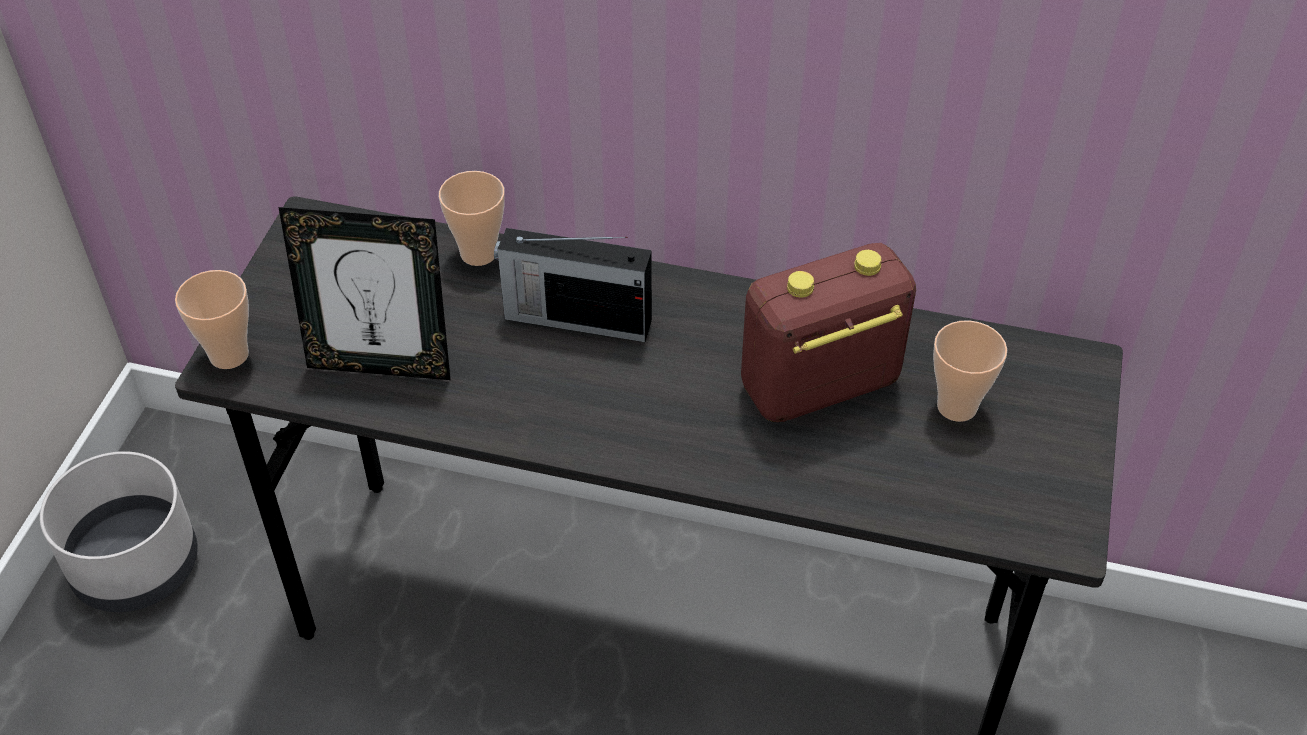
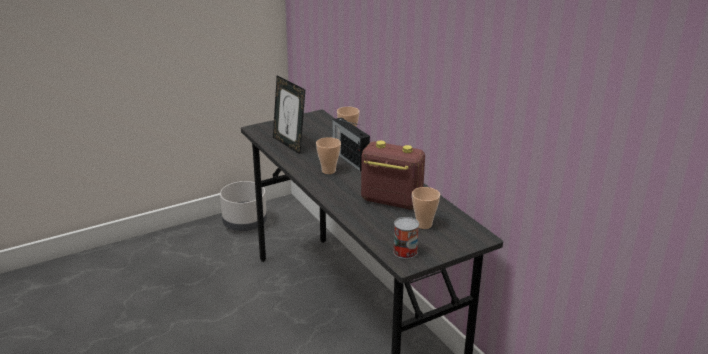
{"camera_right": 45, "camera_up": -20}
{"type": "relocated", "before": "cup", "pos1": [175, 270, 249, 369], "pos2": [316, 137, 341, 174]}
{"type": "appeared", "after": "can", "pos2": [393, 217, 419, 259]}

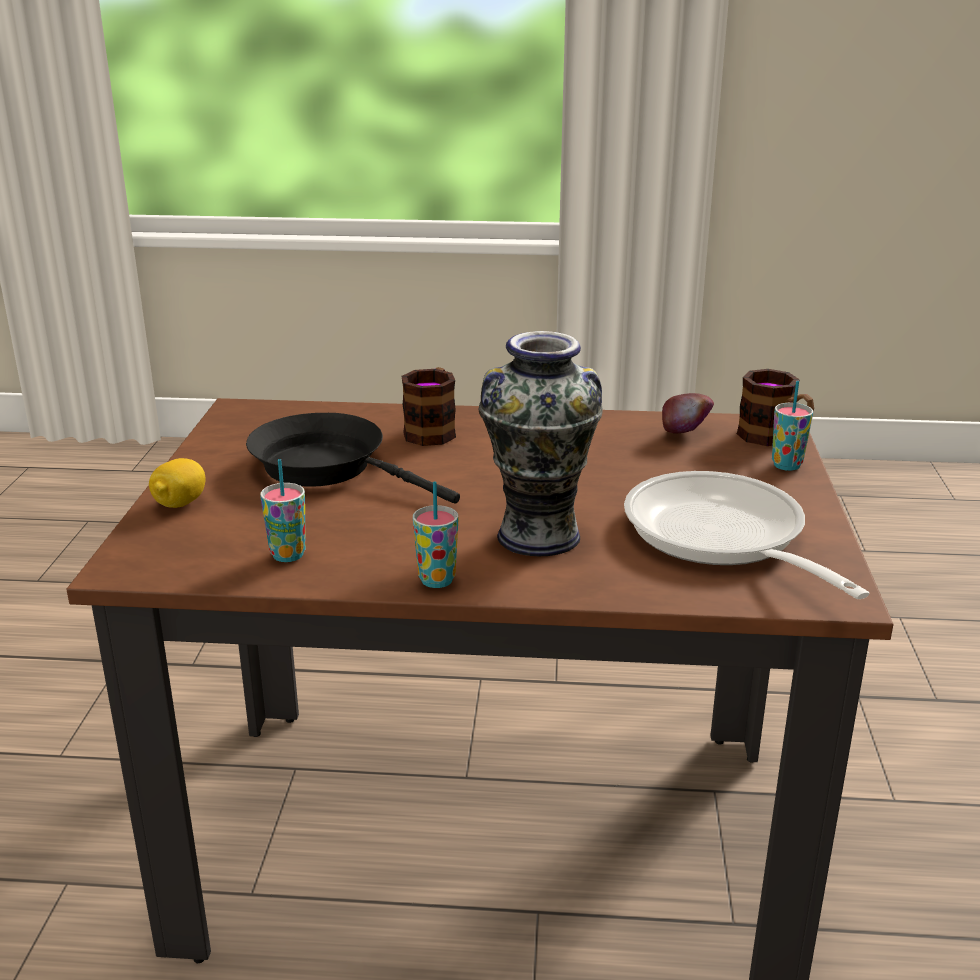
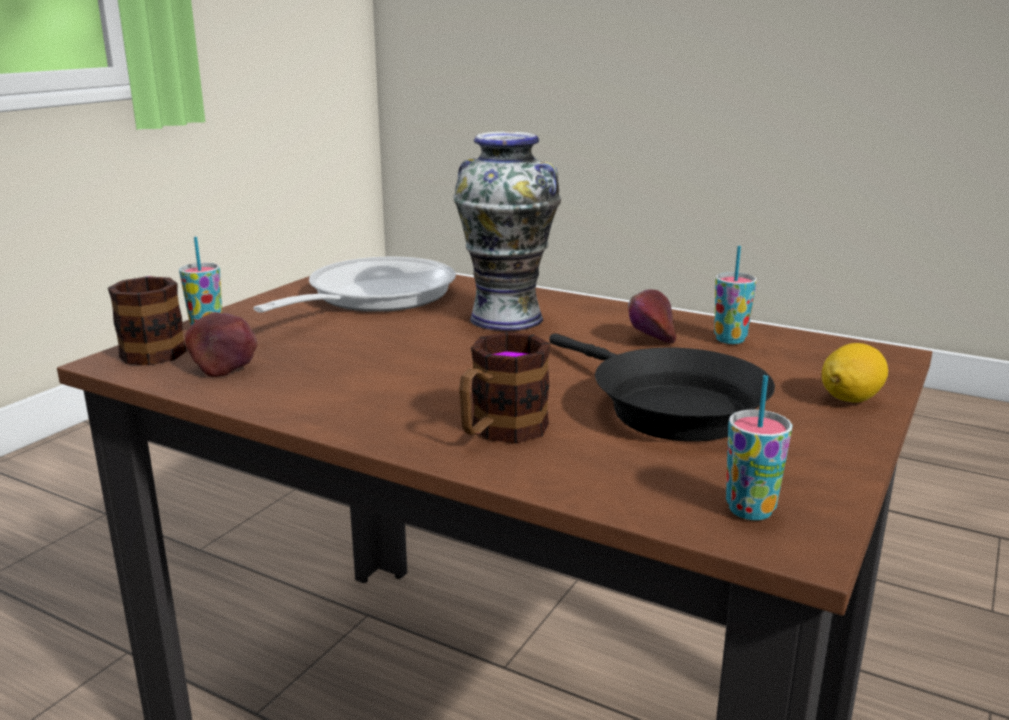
{"camera_right": -155, "camera_up": -5}
{"type": "spun", "before": "frying pan", "pos1": [624, 471, 869, 599], "pos2": [254, 257, 456, 313], "turn": -150}
{"type": "appeared", "after": "apple", "pos2": [628, 290, 676, 343]}
{"type": "relocated", "before": "cup", "pos1": [413, 481, 458, 588], "pos2": [726, 375, 793, 520]}

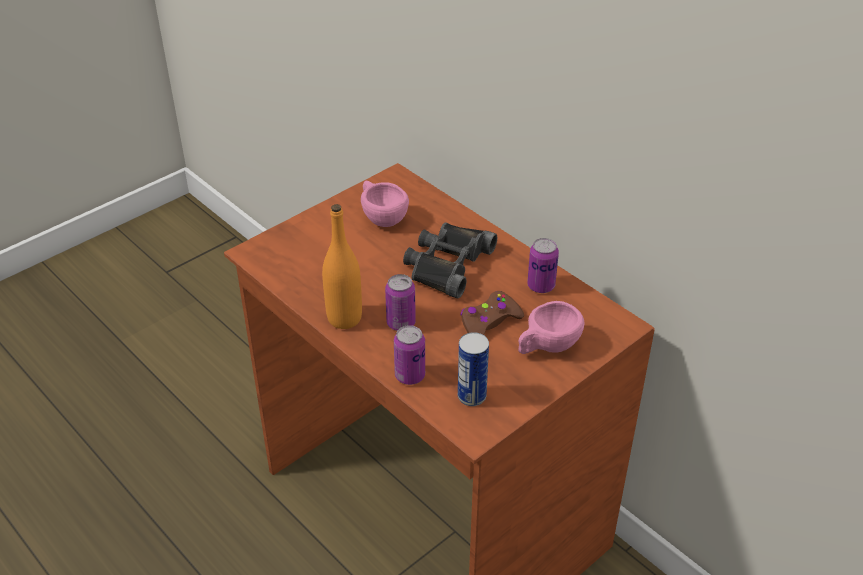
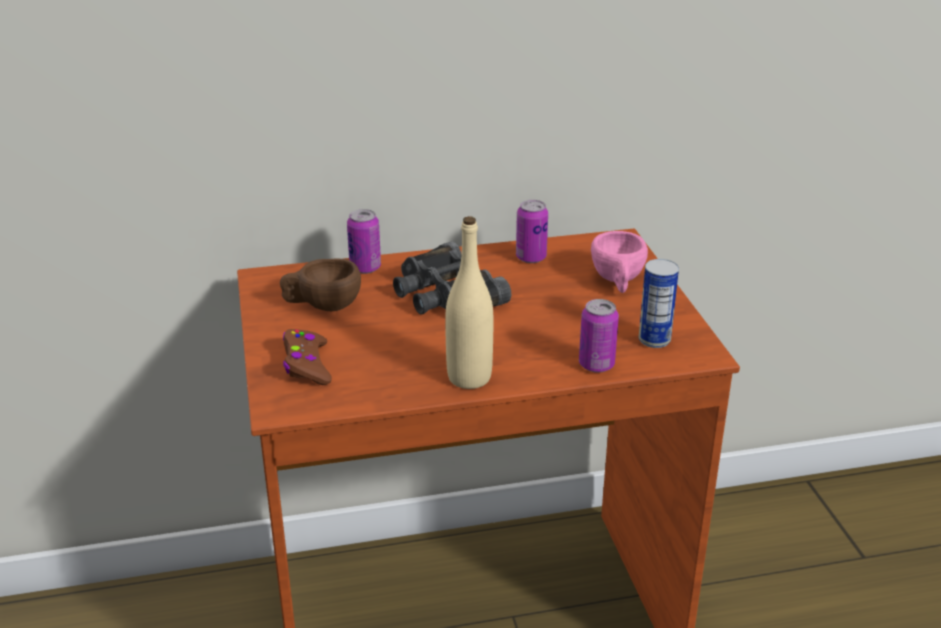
{"camera_right": -60, "camera_up": -10}
{"type": "colour", "before": "pink cup", "after": "brown cup", "pos1": [361, 181, 409, 227], "pos2": [280, 258, 361, 311]}
{"type": "relocated", "before": "brown game controller", "pos1": [460, 291, 524, 335], "pos2": [283, 329, 332, 385]}
{"type": "relocated", "before": "can", "pos1": [385, 274, 416, 331], "pos2": [347, 209, 381, 274]}
{"type": "colour", "before": "orange bottle", "after": "beige bottle", "pos1": [322, 204, 362, 329], "pos2": [445, 216, 494, 389]}

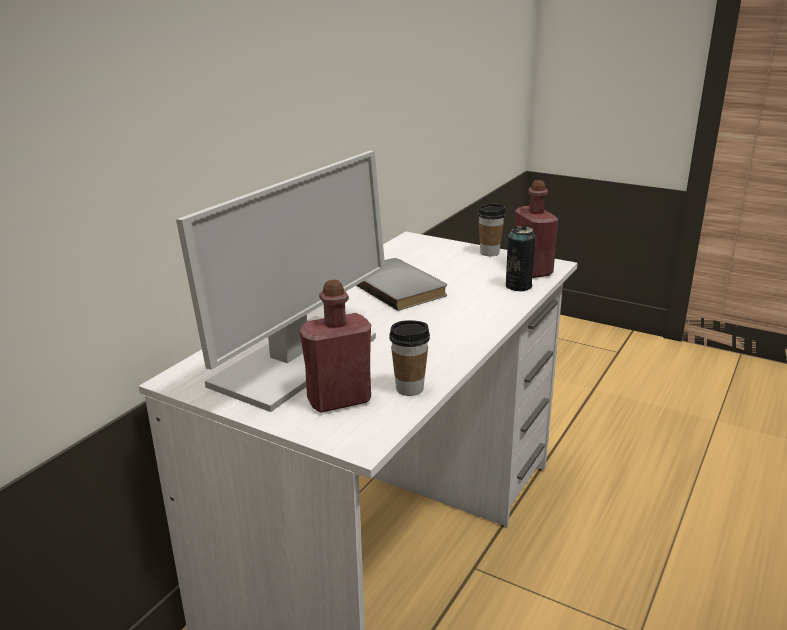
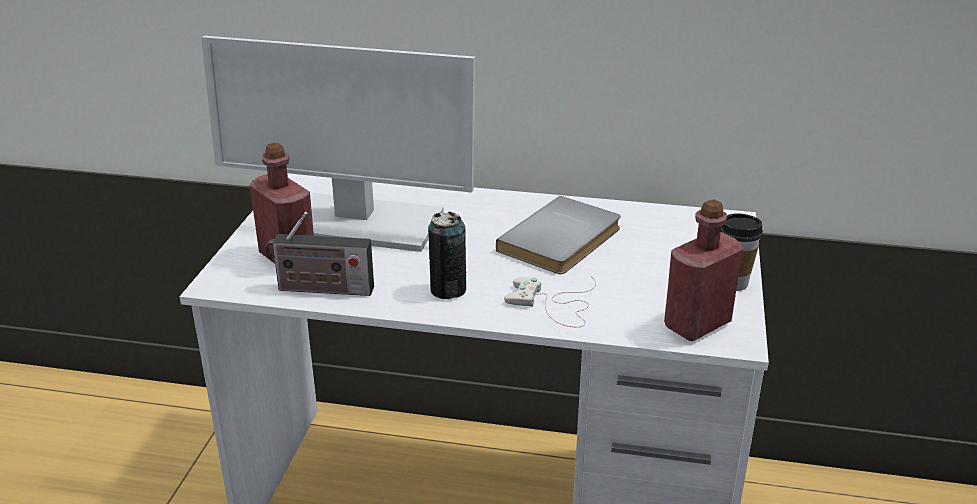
{"camera_right": 70, "camera_up": 5}
{"type": "exchanged", "before": "cup", "after": "radio", "pos1": [389, 320, 430, 396], "pos2": [265, 212, 374, 296]}
{"type": "relocated", "before": "can", "pos1": [506, 226, 536, 291], "pos2": [428, 212, 466, 299]}
{"type": "appeared", "after": "white game controller", "pos2": [504, 276, 596, 327]}

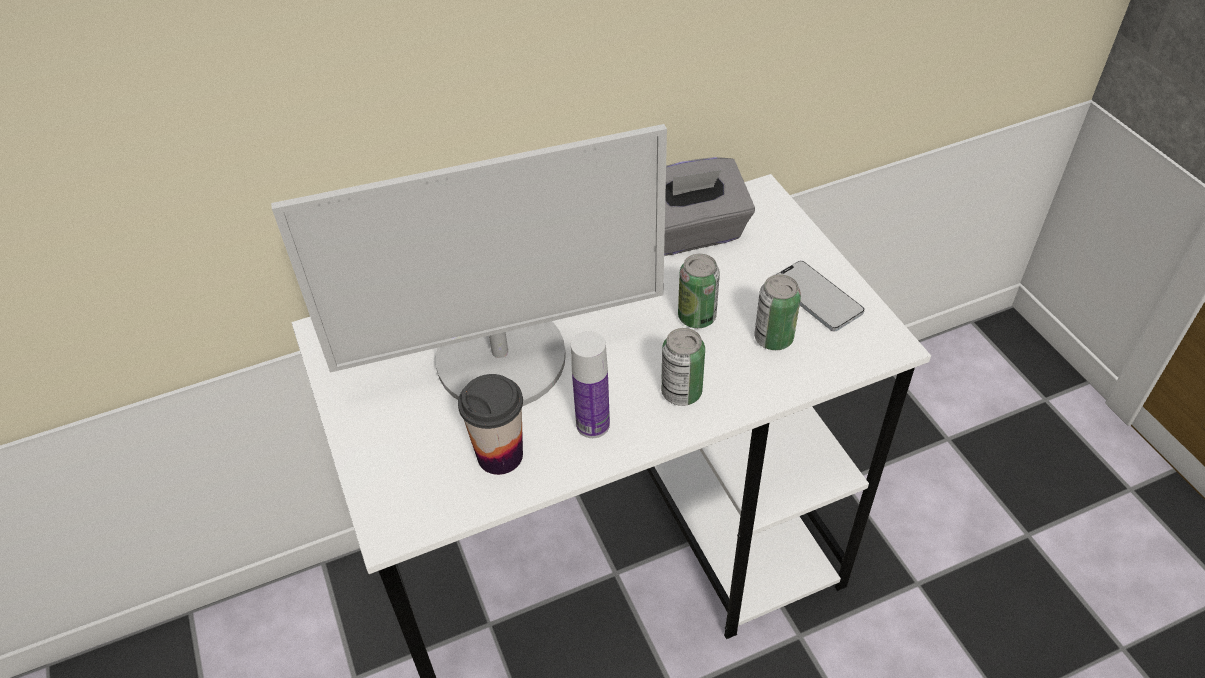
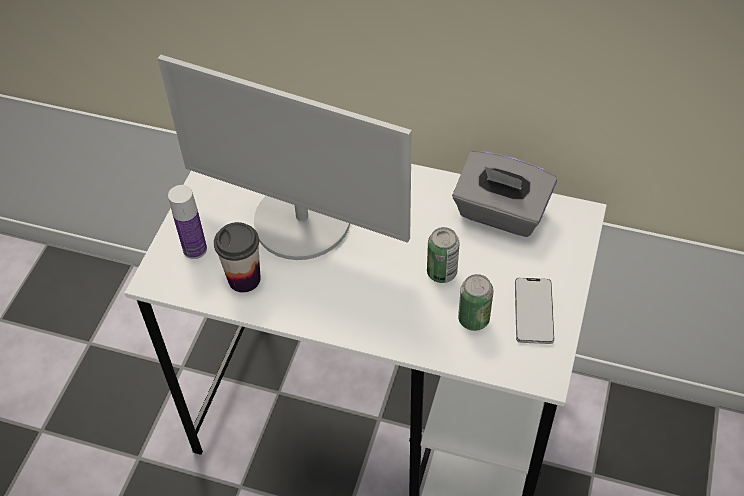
{"camera_right": 40, "camera_up": 5}
{"type": "relocated", "before": "bottle", "pos1": [571, 331, 610, 438], "pos2": [168, 185, 207, 259]}
{"type": "missing", "before": "can", "pos1": [661, 328, 705, 406]}

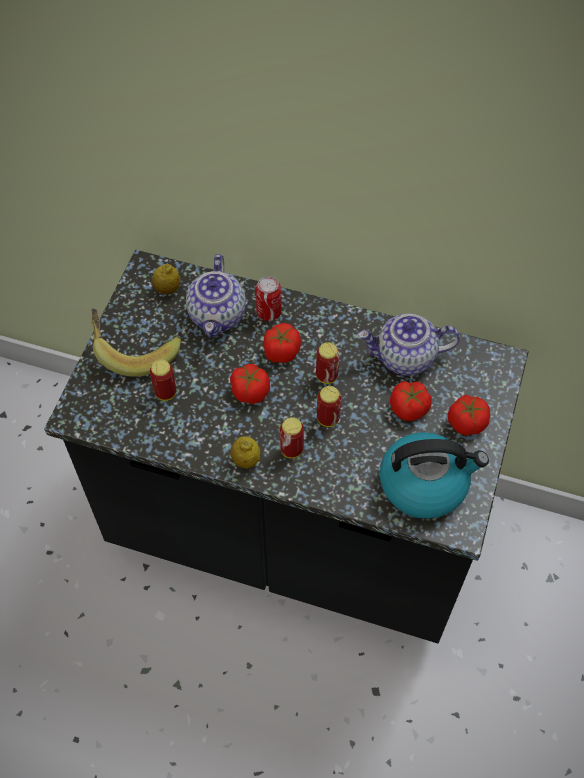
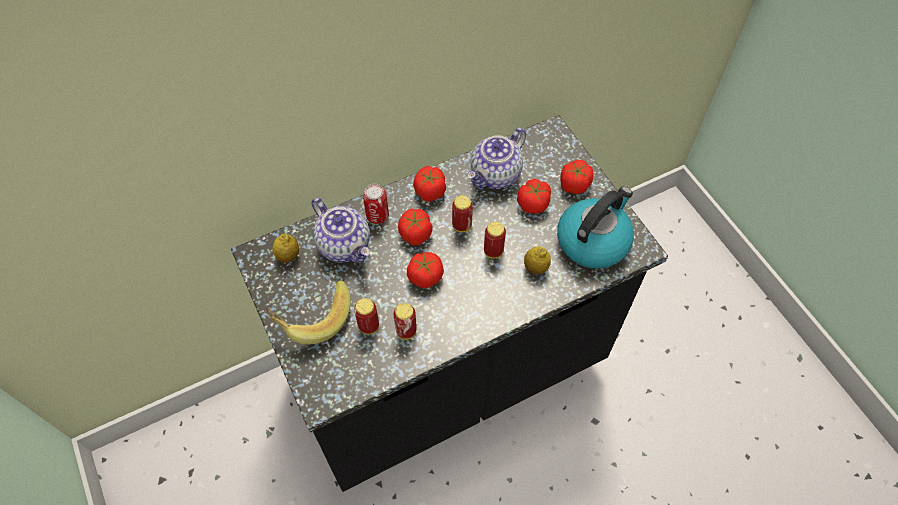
{"camera_right": -45, "camera_up": 0}
{"type": "relocated", "before": "can", "pos1": [280, 417, 304, 459], "pos2": [394, 303, 417, 340]}
{"type": "appeared", "after": "tomato", "pos2": [413, 166, 446, 202]}
{"type": "relocated", "before": "lemon", "pos1": [230, 436, 260, 468], "pos2": [524, 247, 551, 274]}

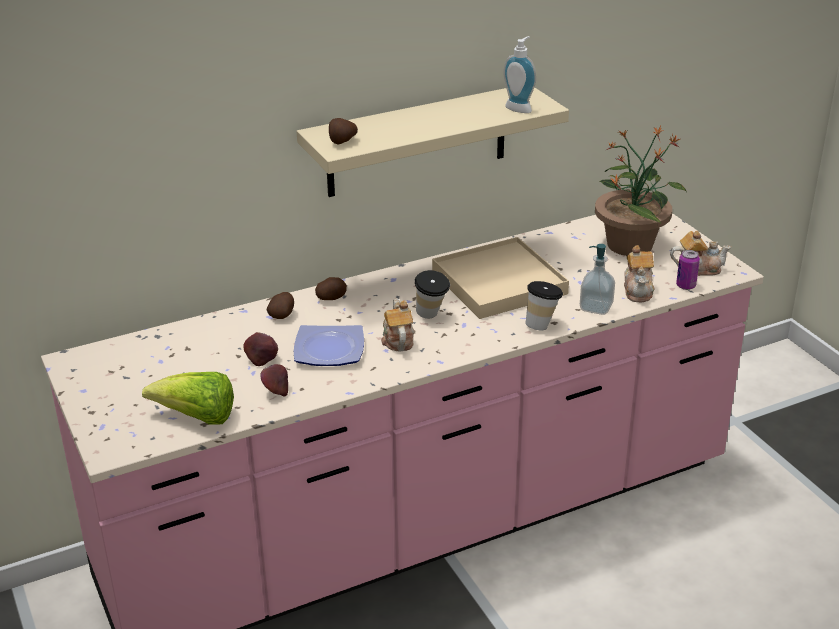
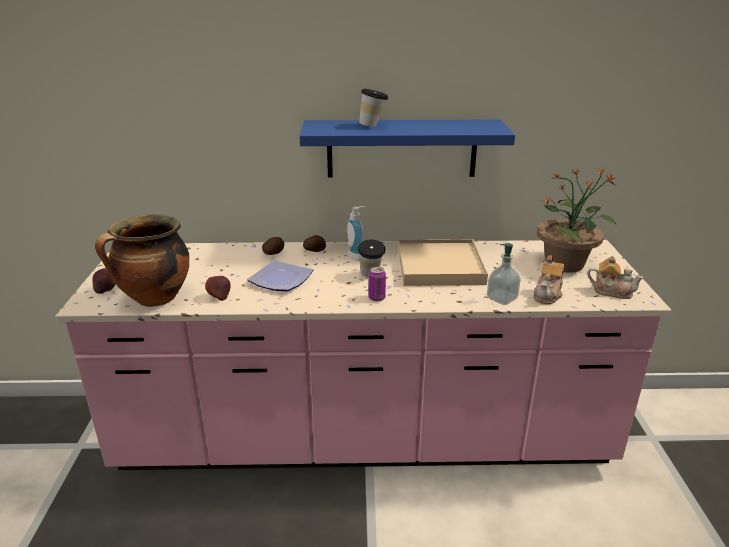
{"camera_right": 25, "camera_up": -5}
{"type": "relocated", "before": "apple", "pos1": [243, 332, 278, 366], "pos2": [92, 268, 115, 294]}
{"type": "exchanged", "before": "lettuce", "after": "cooking pot", "pos1": [142, 372, 234, 424], "pos2": [95, 214, 189, 307]}
{"type": "colour", "before": "beige shelf", "after": "blue shelf", "pos1": [296, 87, 569, 197], "pos2": [299, 120, 515, 178]}
{"type": "relocated", "before": "soap dispenser", "pos1": [503, 36, 536, 113], "pos2": [347, 206, 365, 261]}
{"type": "relocated", "before": "cup", "pos1": [526, 281, 563, 330], "pos2": [359, 89, 389, 127]}
{"type": "relocated", "before": "can", "pos1": [676, 250, 700, 290], "pos2": [369, 267, 386, 301]}
{"type": "missing", "before": "potato", "pos1": [329, 118, 358, 145]}
{"type": "missing", "before": "teapot", "pos1": [381, 298, 414, 351]}

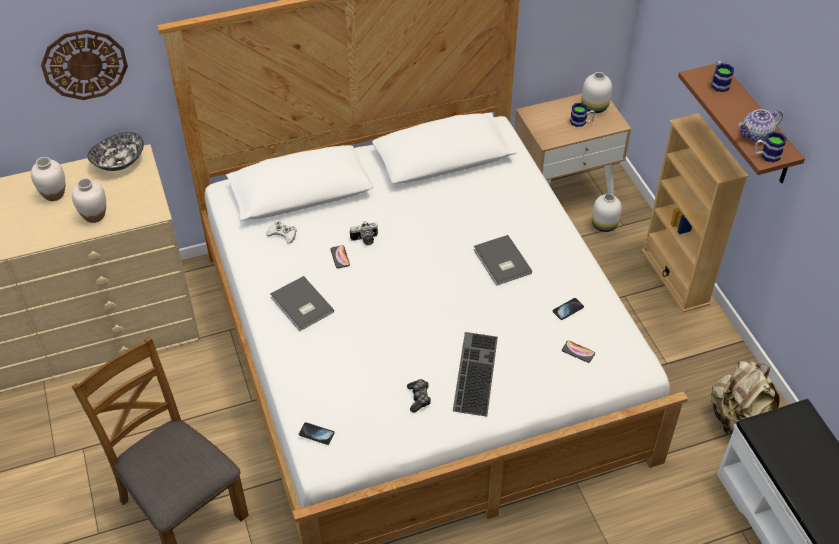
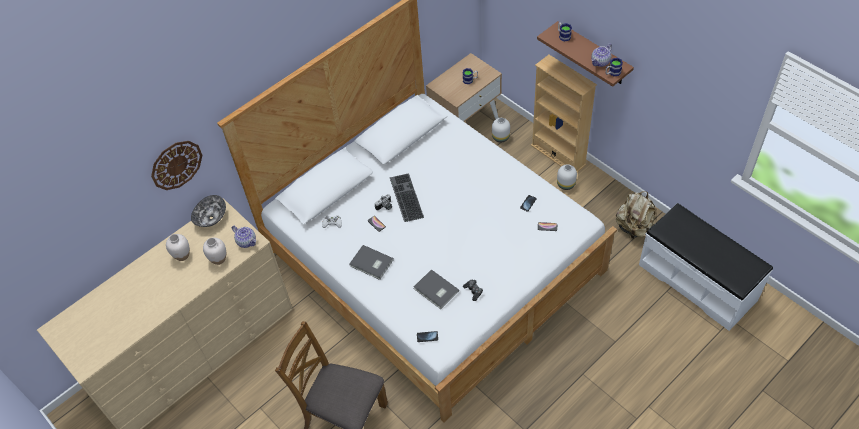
{"camera_right": -20, "camera_up": 5}
{"type": "appeared", "after": "teapot", "pos2": [232, 226, 256, 248]}
{"type": "relocated", "before": "keyboard", "pos1": [453, 332, 498, 416], "pos2": [390, 173, 424, 222]}
{"type": "relocated", "before": "grey book", "pos1": [474, 235, 532, 286], "pos2": [414, 269, 459, 309]}
{"type": "relocated", "before": "white vase", "pos1": [581, 72, 612, 113], "pos2": [557, 164, 577, 190]}

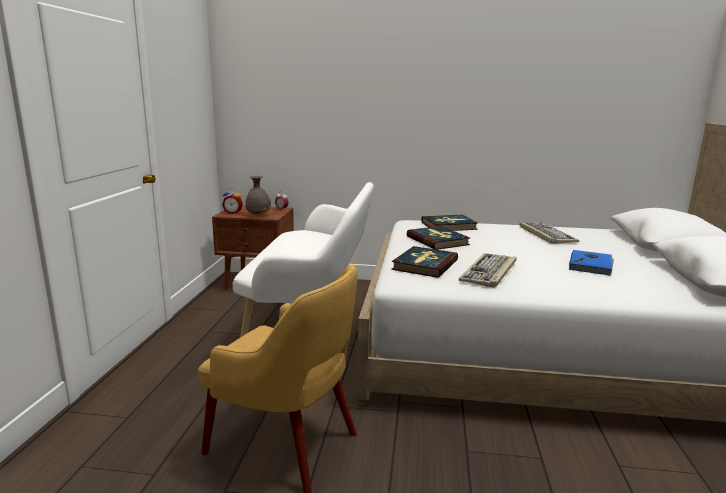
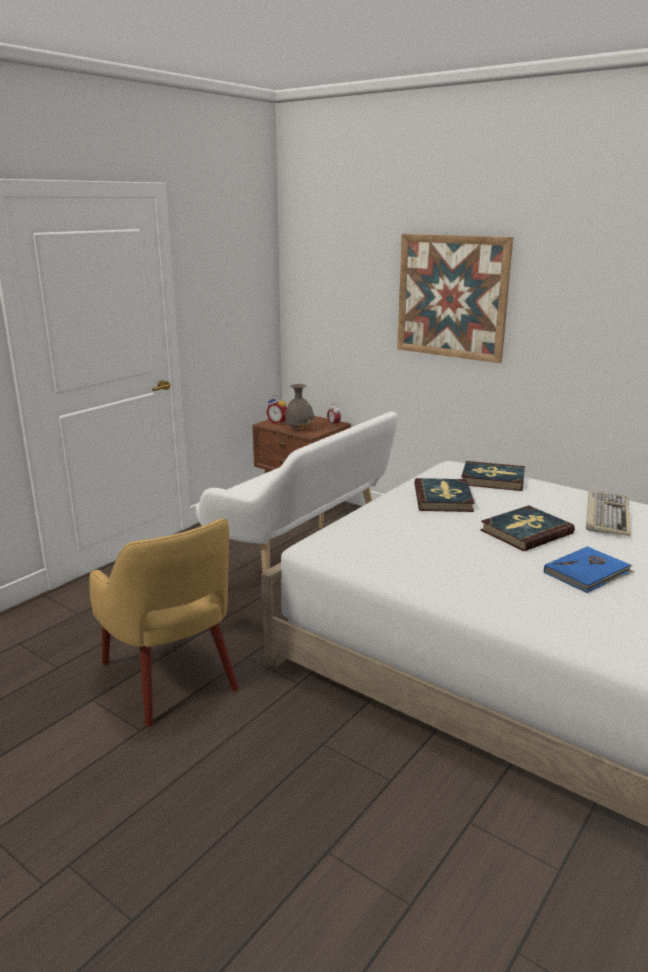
{"camera_right": 30, "camera_up": 5}
{"type": "appeared", "after": "picture", "pos2": [397, 234, 513, 363]}
{"type": "relocated", "before": "book", "pos1": [392, 246, 458, 278], "pos2": [480, 505, 575, 551]}
{"type": "missing", "before": "keyboard", "pos1": [459, 253, 517, 288]}

